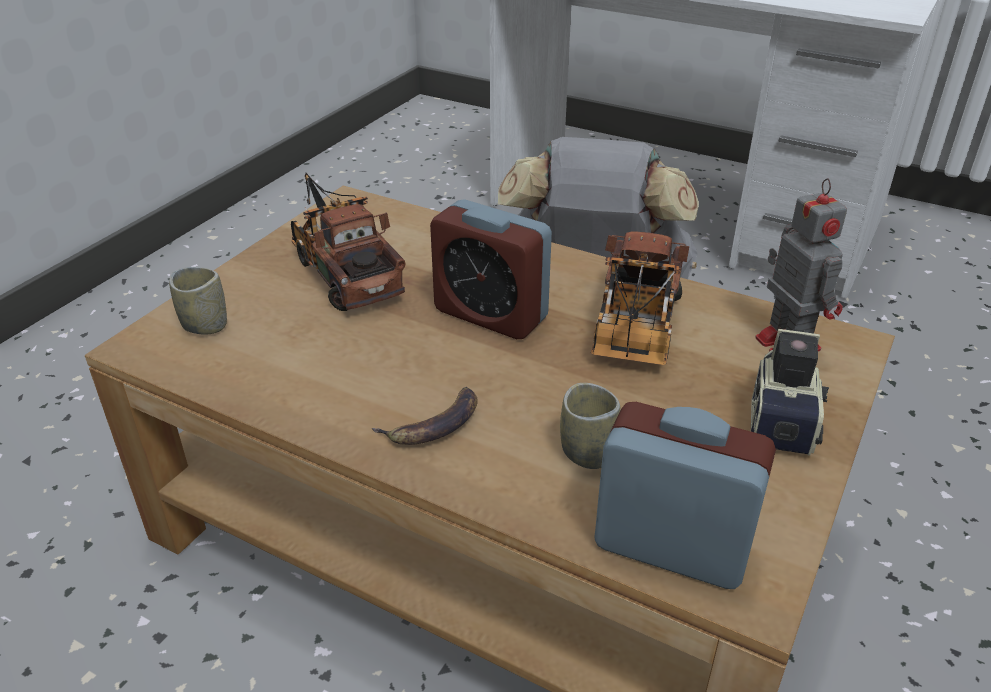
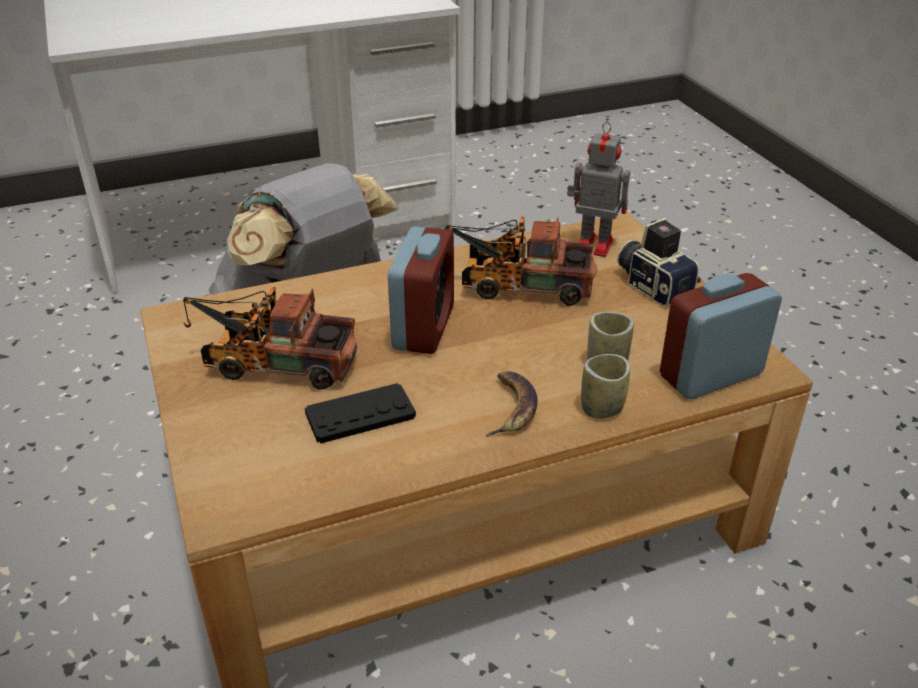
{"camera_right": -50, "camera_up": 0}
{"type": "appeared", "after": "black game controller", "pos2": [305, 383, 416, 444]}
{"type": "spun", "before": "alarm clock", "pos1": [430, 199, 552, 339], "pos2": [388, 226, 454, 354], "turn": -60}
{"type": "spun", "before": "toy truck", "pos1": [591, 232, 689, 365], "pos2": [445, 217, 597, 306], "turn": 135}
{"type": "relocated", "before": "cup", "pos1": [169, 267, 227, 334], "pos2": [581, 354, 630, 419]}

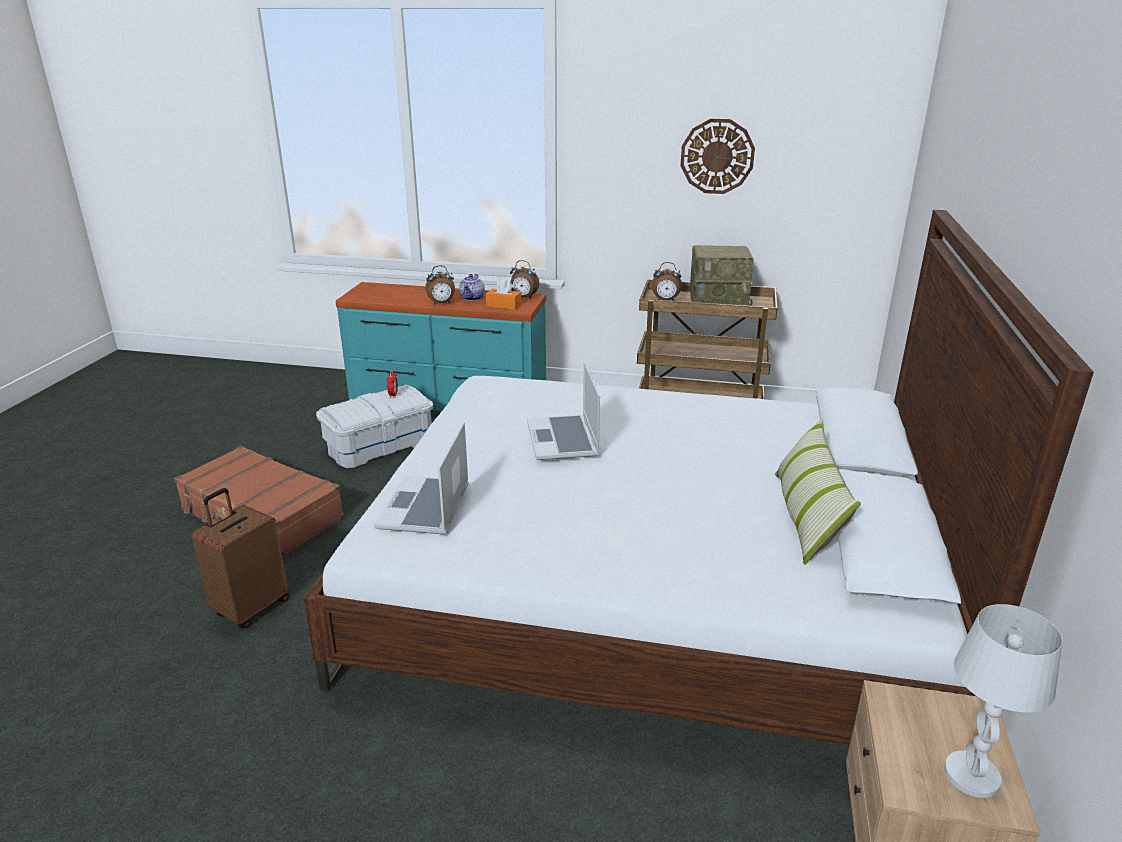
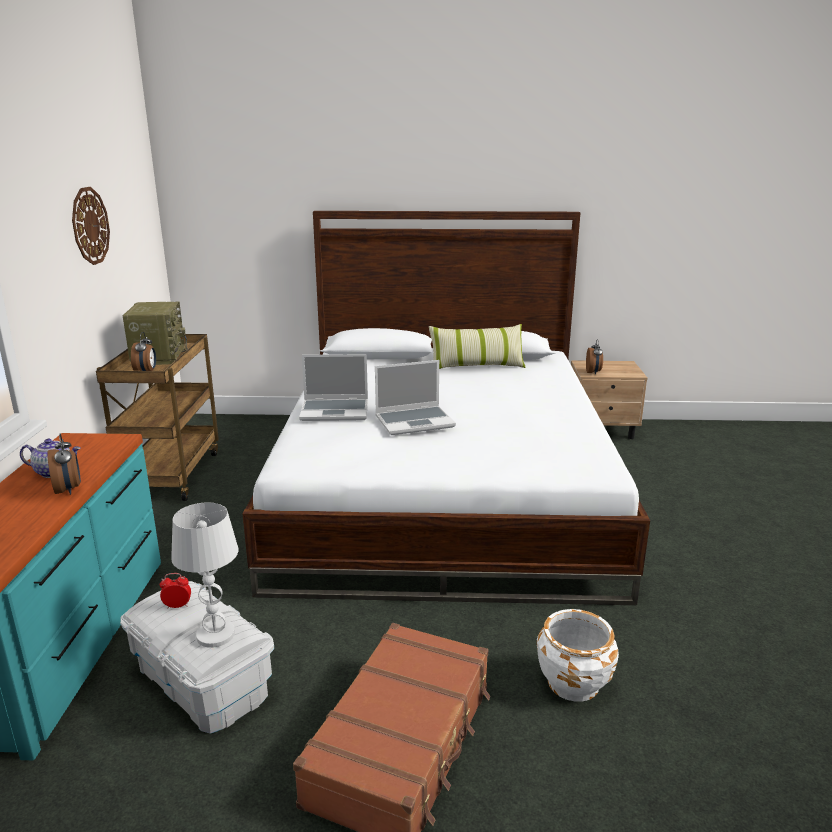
{"camera_right": -100, "camera_up": -5}
{"type": "relocated", "before": "white table lamp", "pos1": [944, 604, 1062, 798], "pos2": [171, 503, 238, 648]}
{"type": "relocated", "before": "laptop", "pos1": [374, 422, 469, 535], "pos2": [299, 354, 368, 421]}
{"type": "exchanged", "before": "brown suitcase", "after": "white planter", "pos1": [192, 488, 289, 628], "pos2": [537, 609, 619, 702]}
{"type": "relocated", "before": "alarm clock", "pos1": [510, 260, 539, 299], "pos2": [586, 339, 603, 375]}
{"type": "missing", "before": "orange tissue box", "pos1": [486, 279, 522, 310]}

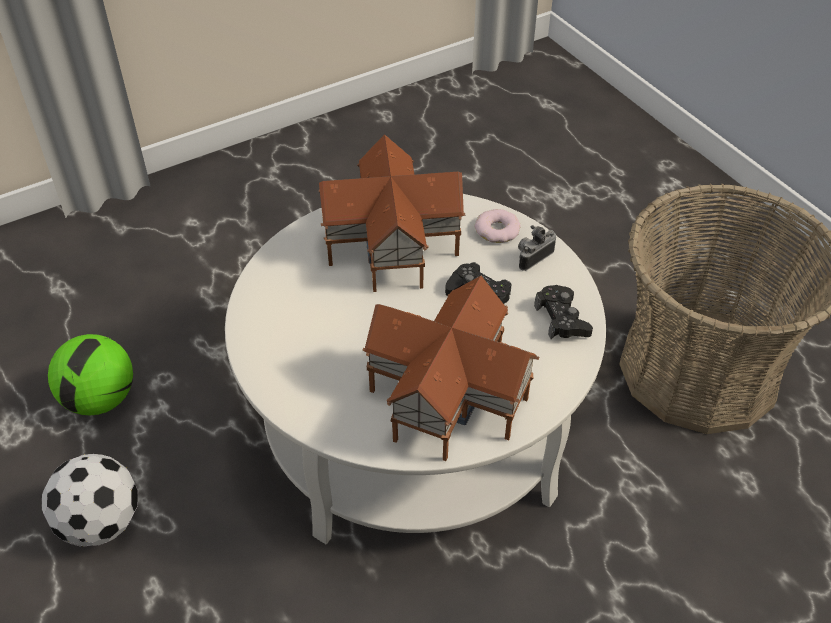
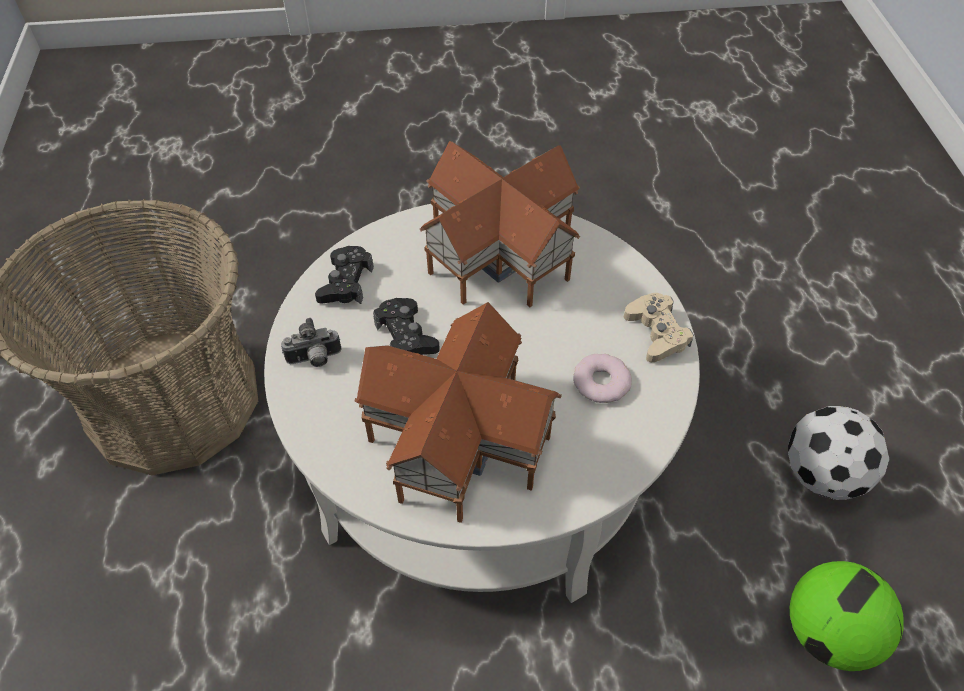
{"camera_right": -155, "camera_up": 5}
{"type": "relocated", "before": "donut", "pos1": [475, 209, 521, 243], "pos2": [573, 354, 632, 403]}
{"type": "appeared", "after": "beige game controller", "pos2": [624, 293, 694, 362]}

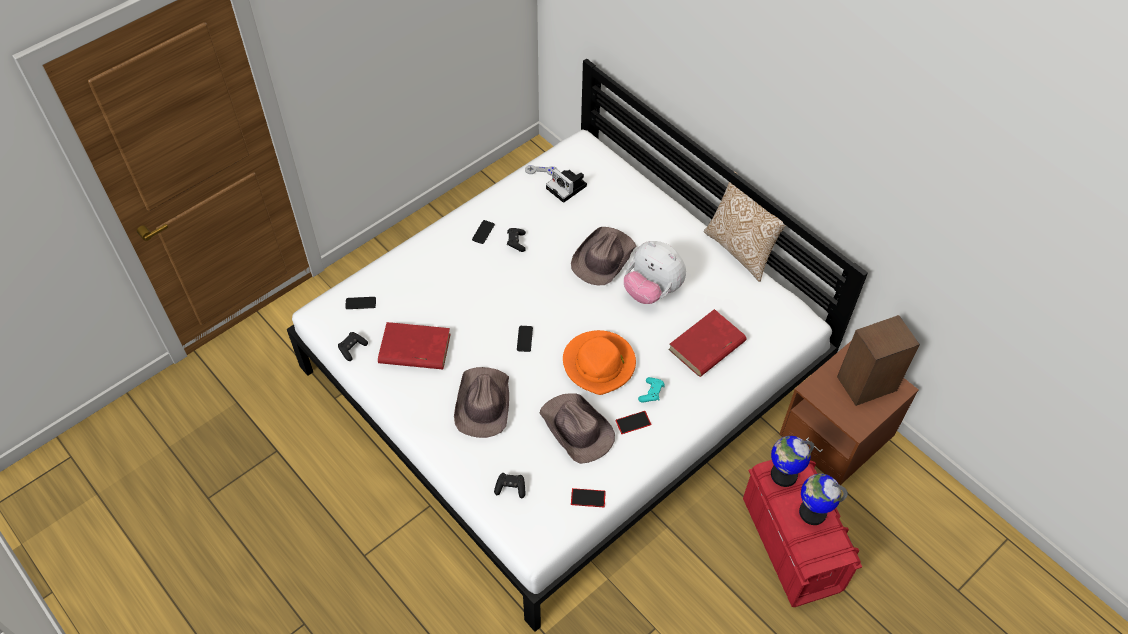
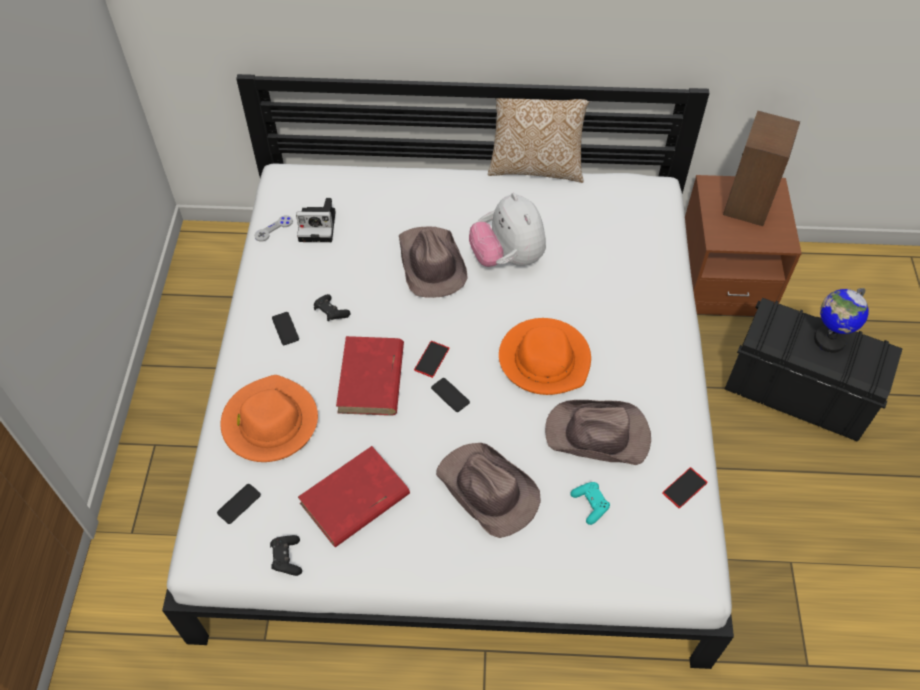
{"camera_right": -45, "camera_up": 0}
{"type": "appeared", "after": "orange hat", "pos2": [220, 375, 318, 462]}
{"type": "relocated", "before": "red book", "pos1": [668, 309, 746, 377], "pos2": [336, 336, 404, 416]}
{"type": "relocated", "before": "phone", "pos1": [615, 411, 651, 434], "pos2": [414, 341, 449, 378]}
{"type": "spun", "before": "plush toy", "pos1": [624, 241, 686, 304], "pos2": [469, 193, 546, 267], "turn": 75}
{"type": "relocated", "before": "turquoise game controller", "pos1": [638, 377, 665, 403], "pos2": [571, 482, 610, 525]}
{"type": "colour", "before": "red storage box", "after": "black storage box", "pos1": [743, 460, 862, 607], "pos2": [725, 298, 902, 442]}
{"type": "missing", "before": "black game controller", "pos1": [494, 473, 525, 498]}
{"type": "missing", "before": "globe", "pos1": [771, 436, 814, 487]}

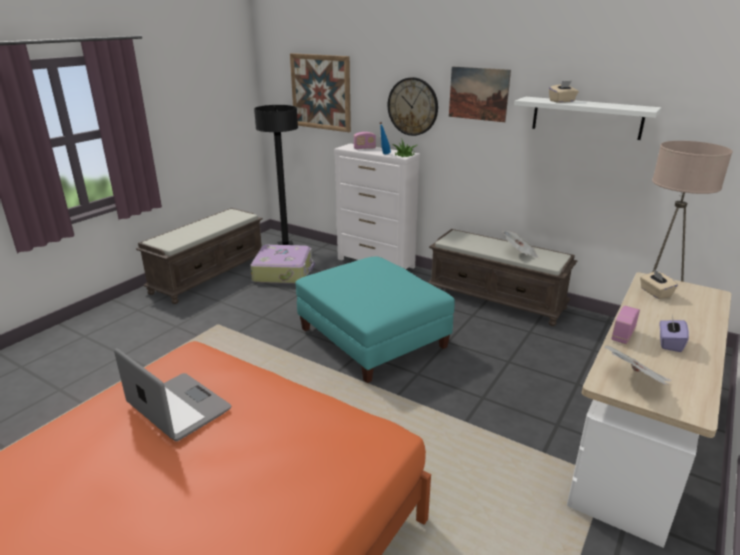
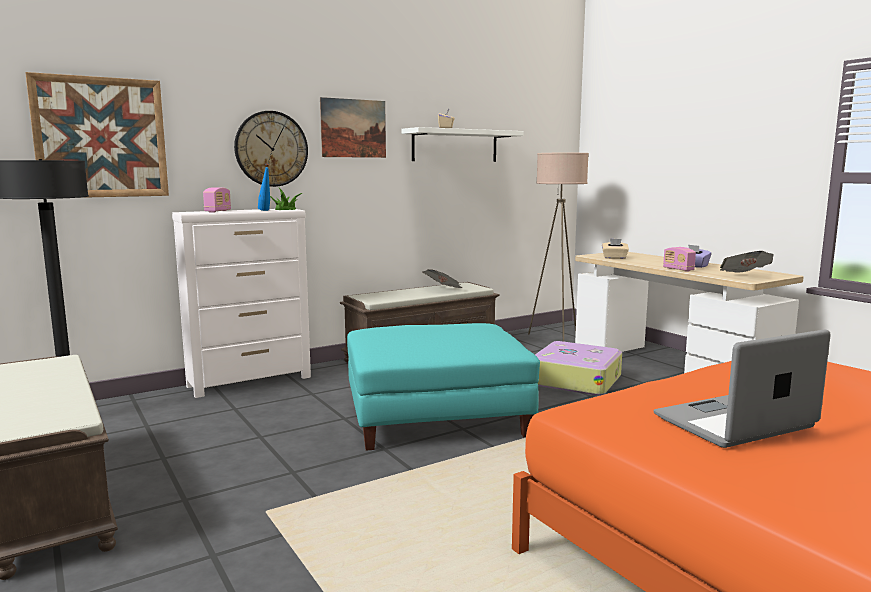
{"camera_right": -65, "camera_up": -15}
{"type": "relocated", "before": "suitcase", "pos1": [250, 245, 315, 284], "pos2": [535, 341, 622, 396]}

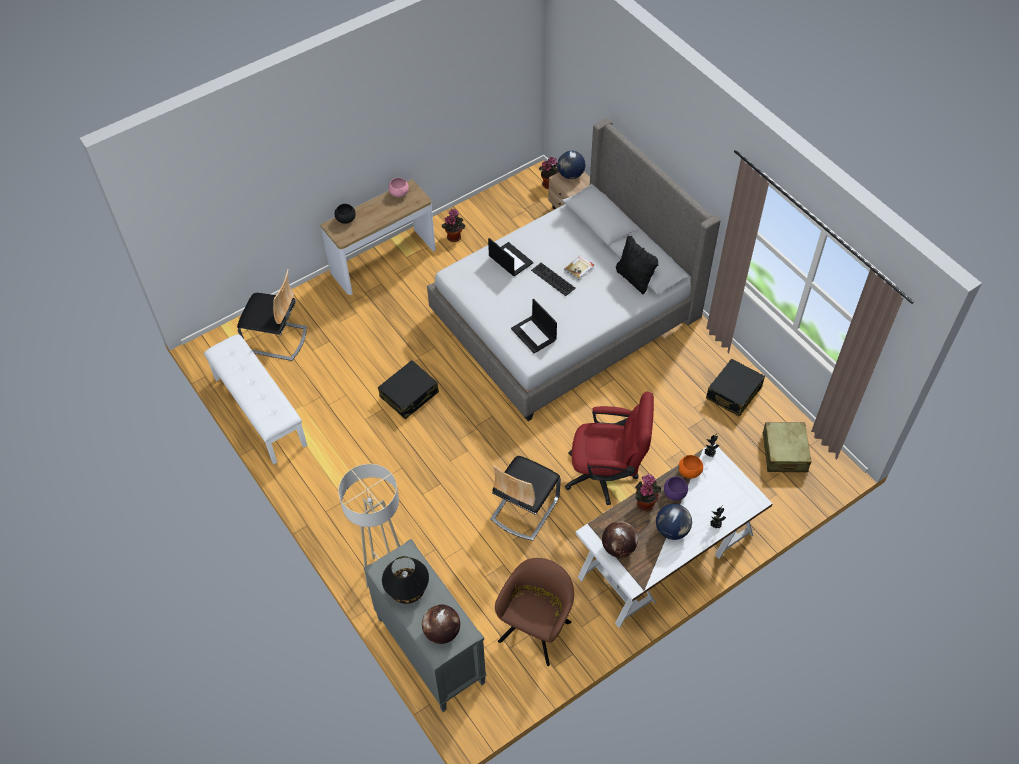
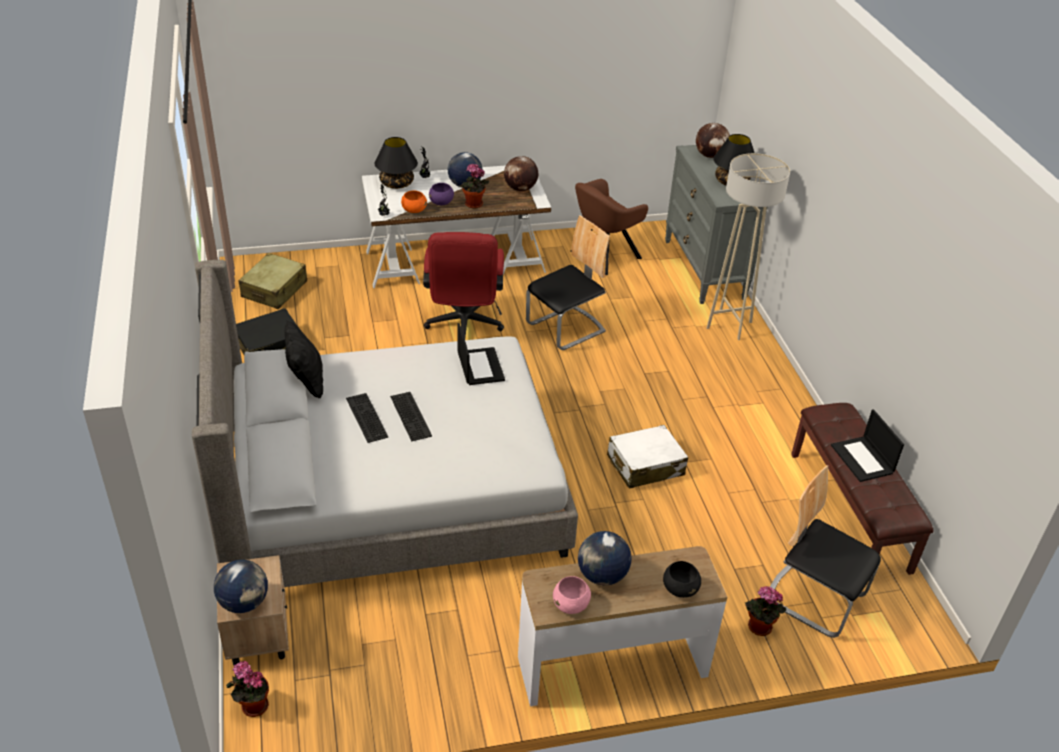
{"camera_right": -160, "camera_up": -15}
{"type": "exchanged", "before": "book", "after": "keyboard", "pos1": [564, 255, 594, 280], "pos2": [346, 393, 389, 443]}
{"type": "appeared", "after": "black table lamp", "pos2": [375, 137, 418, 189]}
{"type": "spun", "before": "red office chair", "pos1": [565, 392, 654, 505], "pos2": [423, 232, 504, 339], "turn": -120}
{"type": "appeared", "after": "globe", "pos2": [578, 531, 631, 585]}
{"type": "colour", "before": "black suitcase", "after": "white suitcase", "pos1": [378, 360, 439, 419], "pos2": [607, 425, 688, 489]}
{"type": "relocated", "before": "potted plant", "pos1": [442, 208, 465, 242], "pos2": [745, 586, 786, 636]}
{"type": "colour", "before": "white bench", "after": "brown bench", "pos1": [204, 334, 307, 464], "pos2": [791, 403, 934, 575]}
{"type": "relocated", "before": "laptop", "pos1": [488, 238, 533, 276], "pos2": [831, 409, 904, 482]}

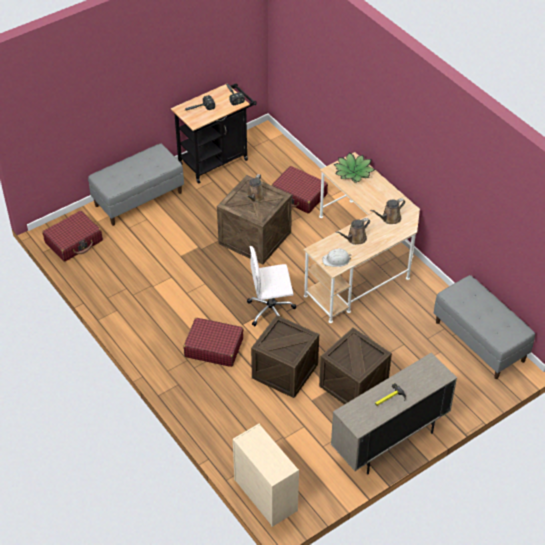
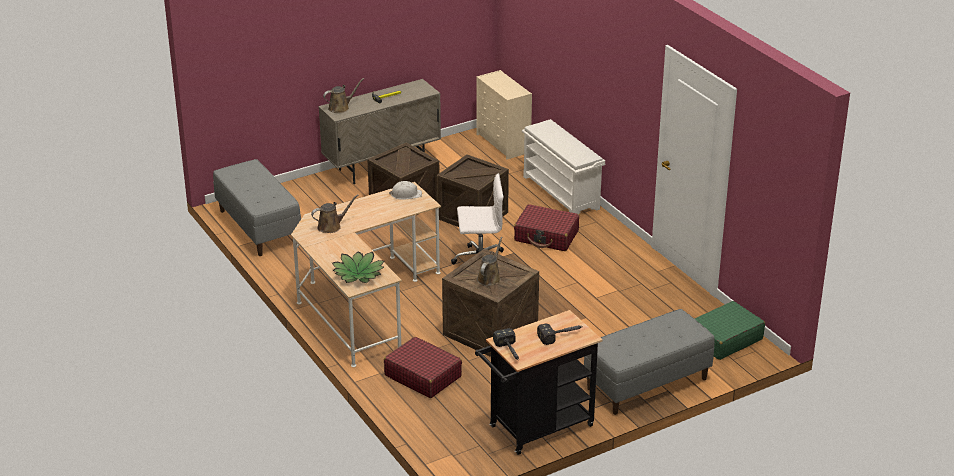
{"camera_right": -175, "camera_up": -15}
{"type": "relocated", "before": "brown watering can", "pos1": [336, 218, 370, 245], "pos2": [323, 78, 364, 113]}
{"type": "appeared", "after": "white shoe rack", "pos2": [522, 119, 605, 214]}
{"type": "colour", "before": "red suitcase", "after": "green suitcase", "pos1": [42, 211, 103, 262], "pos2": [695, 301, 765, 360]}

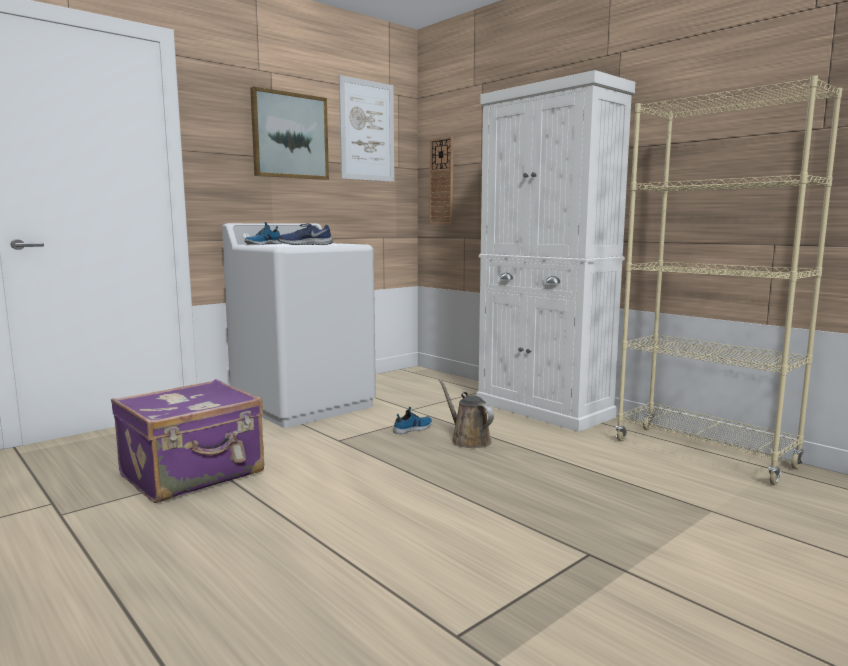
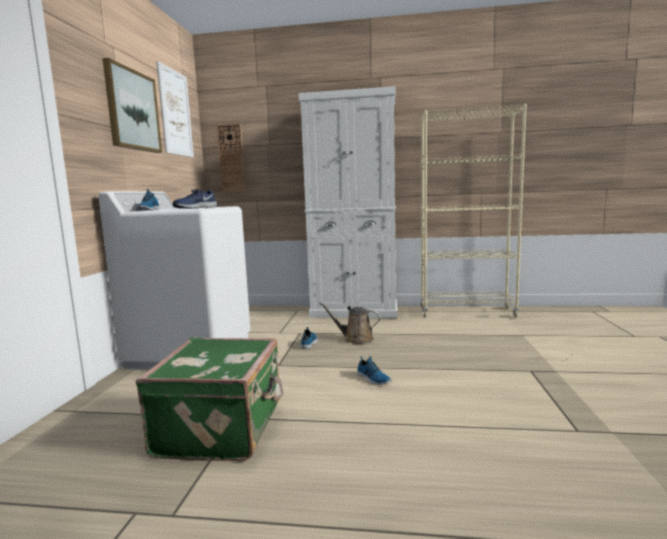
{"camera_right": -40, "camera_up": 0}
{"type": "colour", "before": "purple suitcase", "after": "green suitcase", "pos1": [111, 379, 264, 503], "pos2": [136, 337, 283, 461]}
{"type": "appeared", "after": "shoe", "pos2": [357, 356, 391, 385]}

